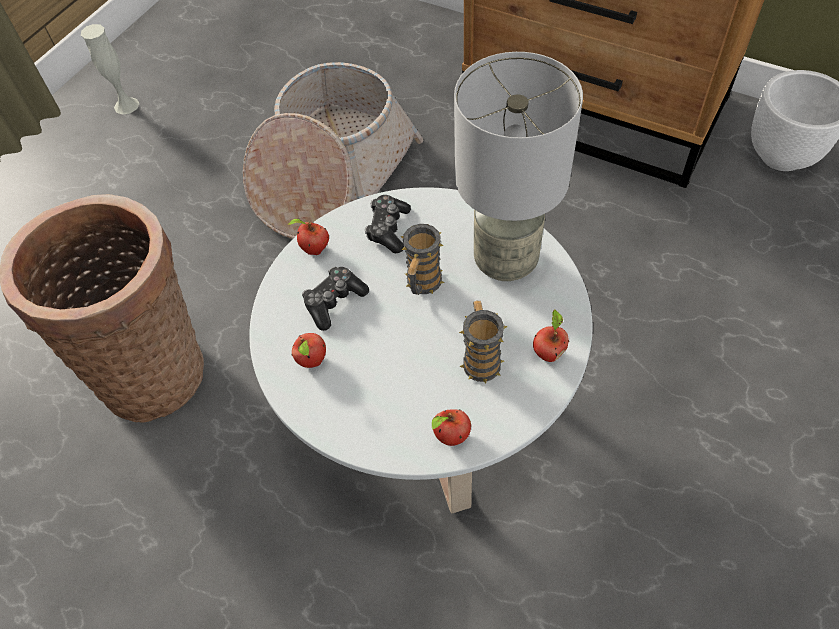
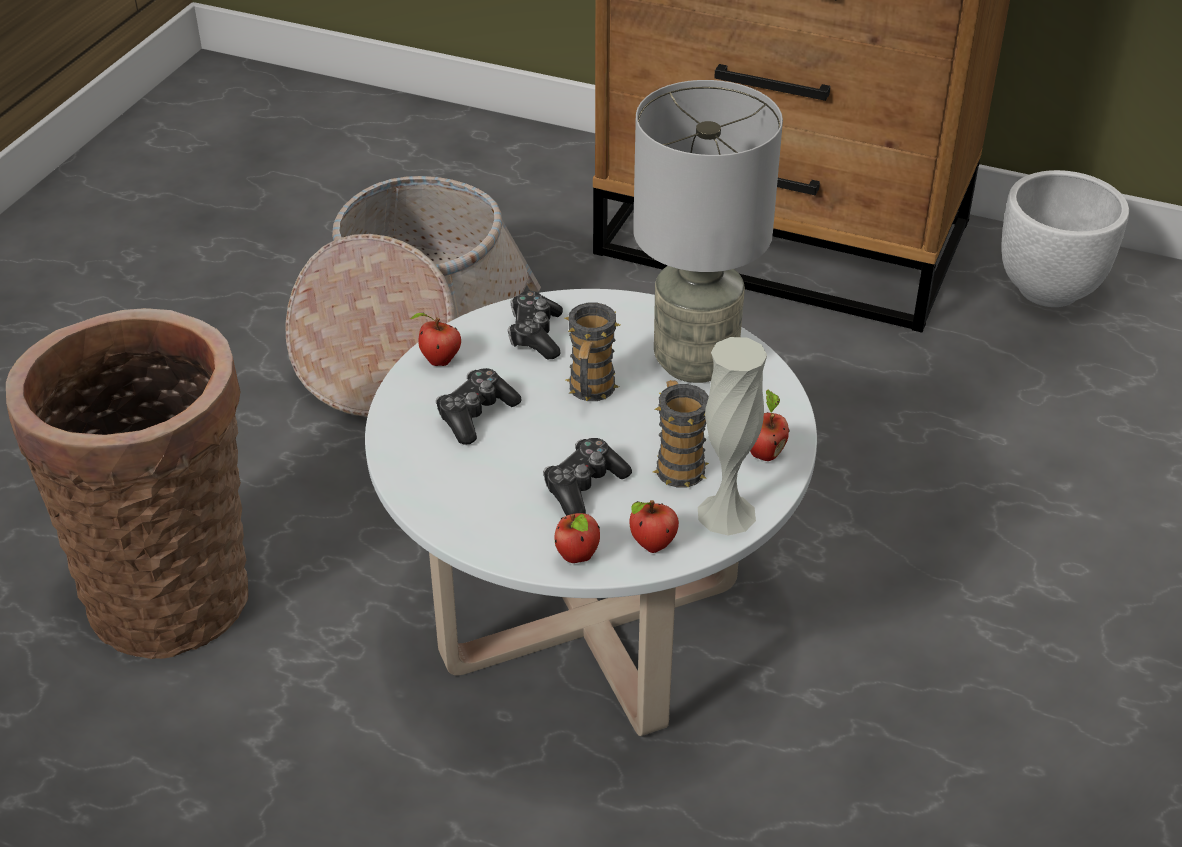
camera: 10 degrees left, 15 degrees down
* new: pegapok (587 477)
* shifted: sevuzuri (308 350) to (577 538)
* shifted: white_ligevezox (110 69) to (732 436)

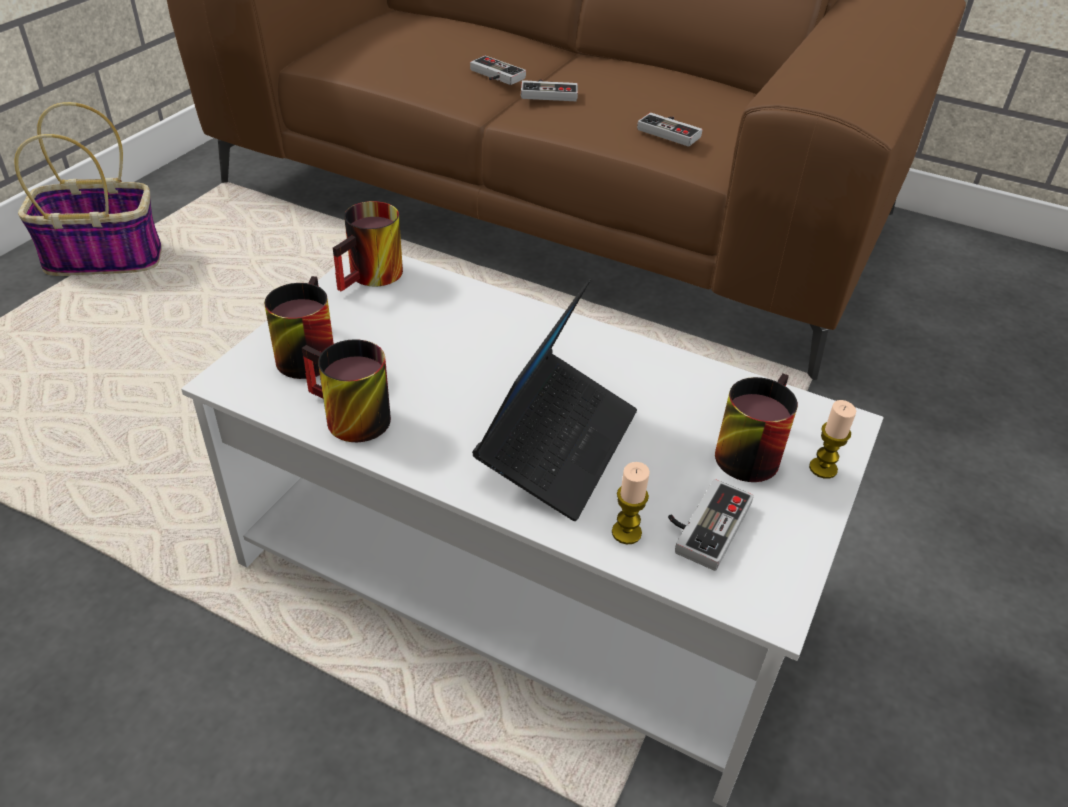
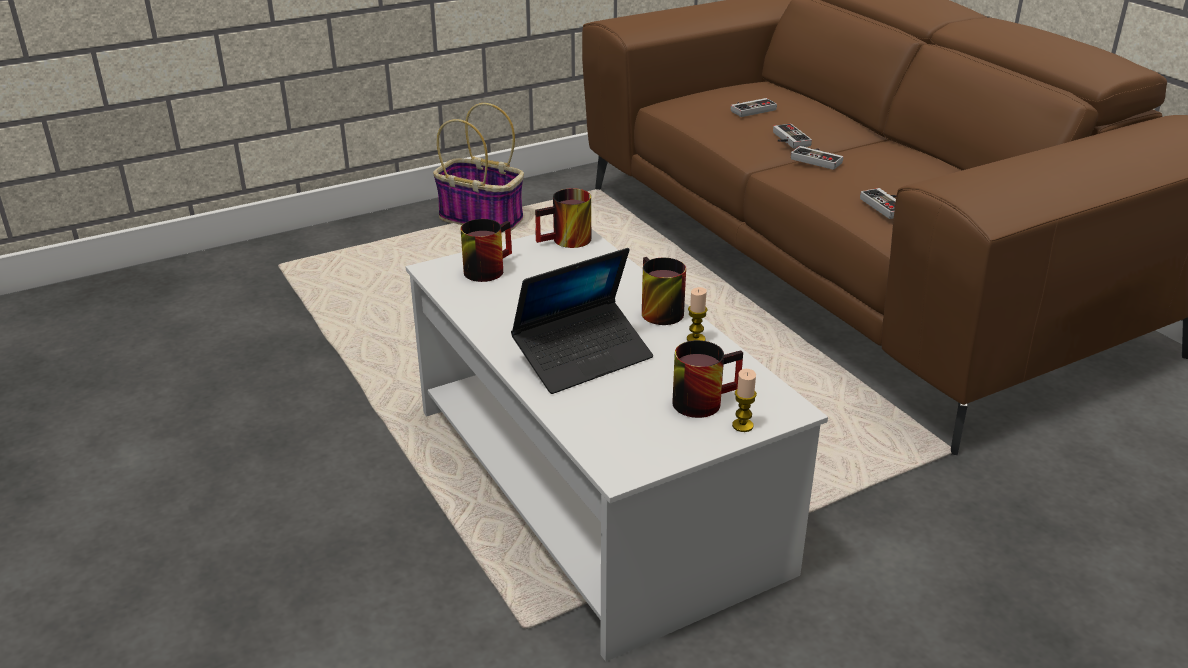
camera: 35 degrees right, 10 degrees down
* shifted: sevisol (346 390) to (664 291)
* shifted: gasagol (631 503) to (697 314)
* shifted: pegapok (711 525) to (754 107)

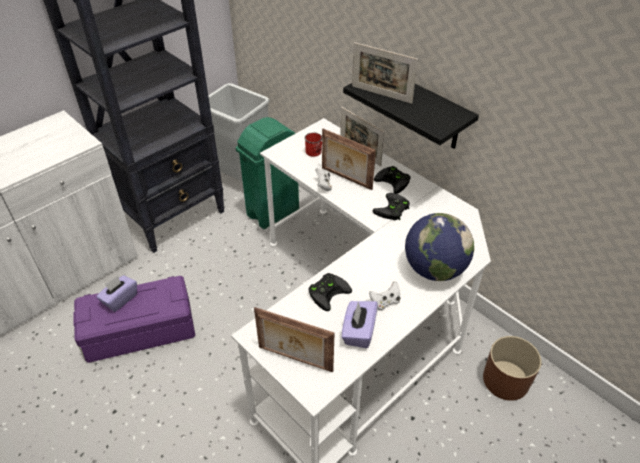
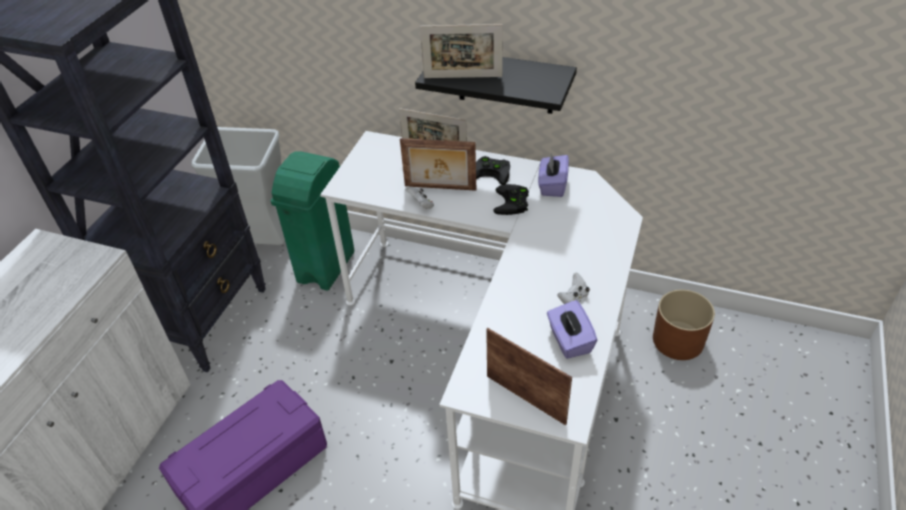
camera: 25 degrees left, 0 degrees up
* rotated: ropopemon (294 339) = (529 376) 135 degrees counterclockwise
* shifted: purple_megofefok (116 293) to (553 175)
* gone: red_sevisol (313 144)
* gone: black_pegapok (330 292)
* gone: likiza (439 247)

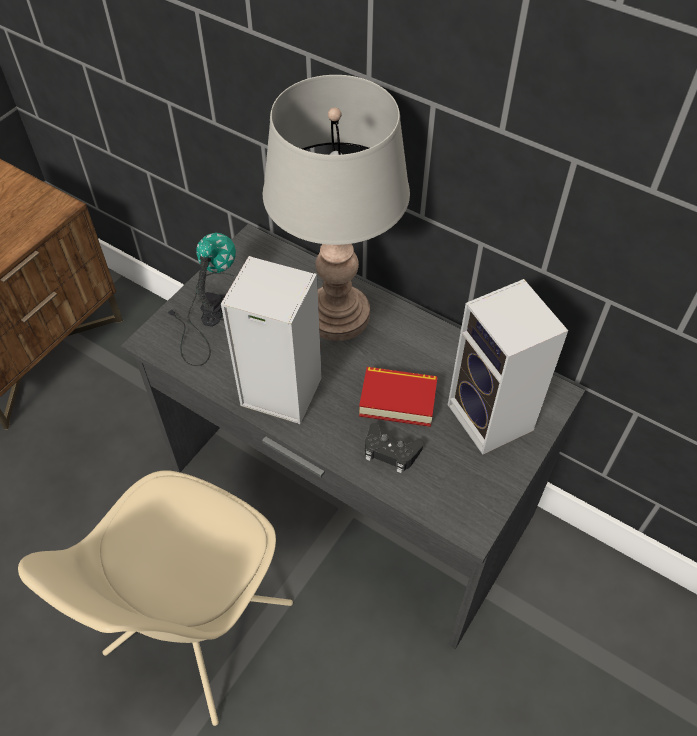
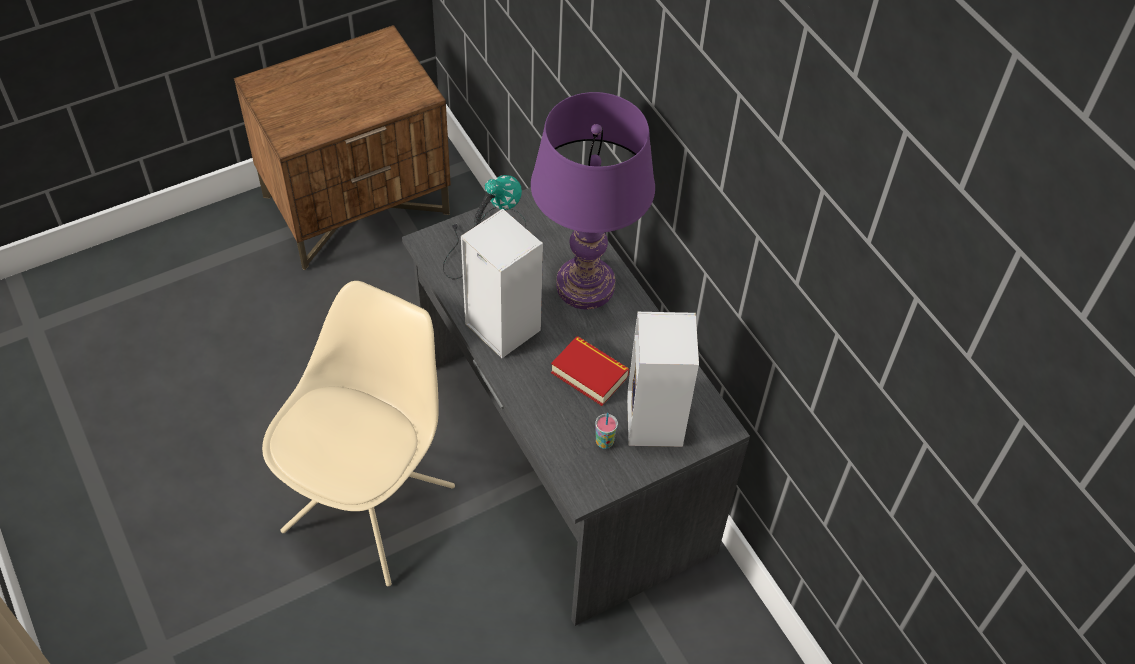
camera: 25 degrees right, 0 degrees up
* rotated: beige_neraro (155 598) = (358 433) 150 degrees clockwise
* repainted: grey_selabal (336 208) to purple_selabal (593 201)
* new: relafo (606 431)
* gone: black_pegapok (394 448)

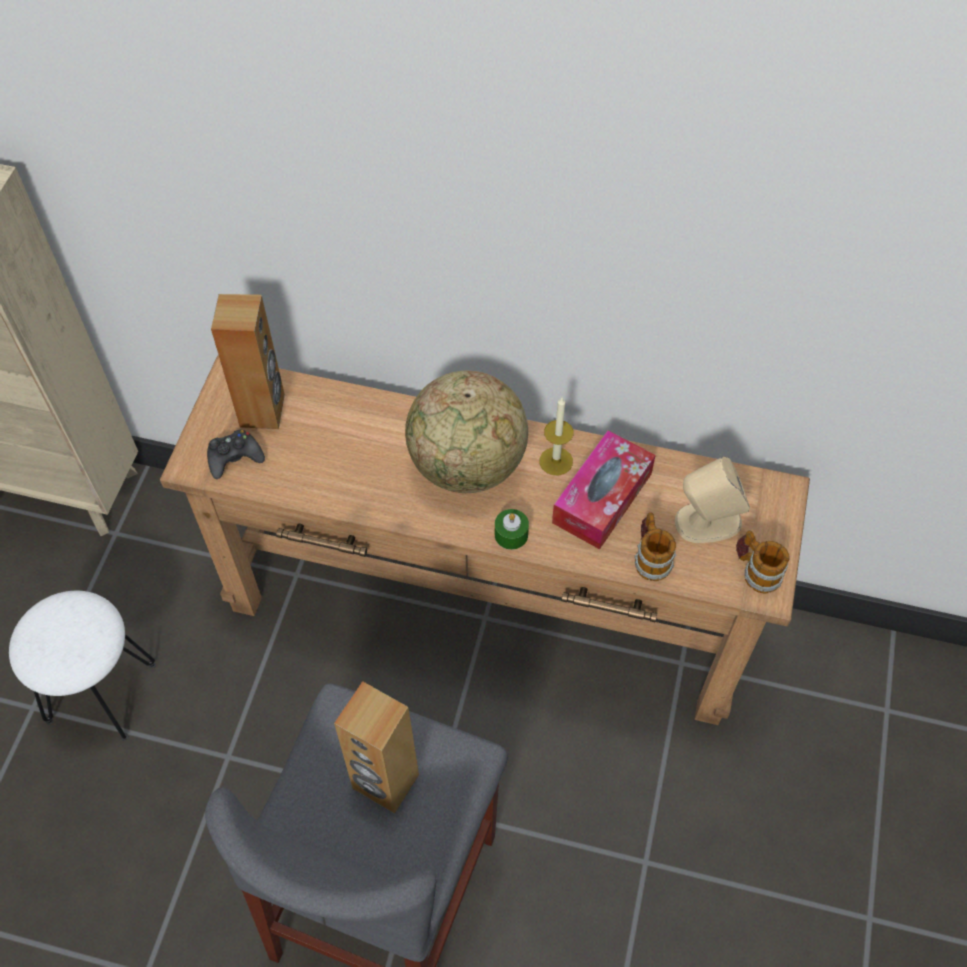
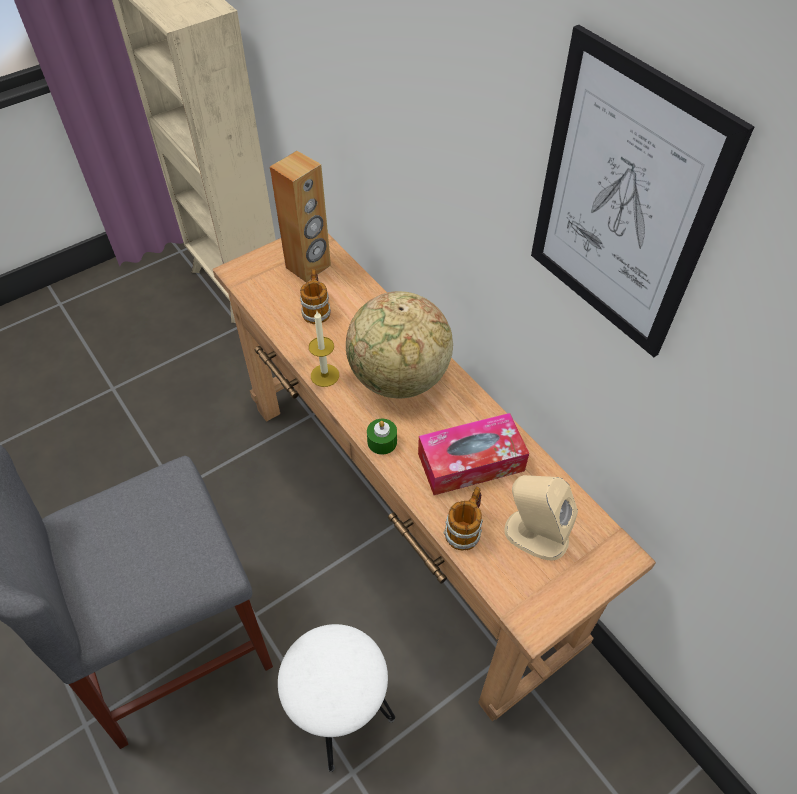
camera: 40 degrees right, 5 degrees down
* shifted: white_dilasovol (82 665) to (336 698)
* shifted: sevisol (763 562) to (315 296)
* shifted: gasagol (556 436) to (324 349)
* new: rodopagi (642 191)
* gone: black_pegapok (236 454)
* gone: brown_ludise (376 747)

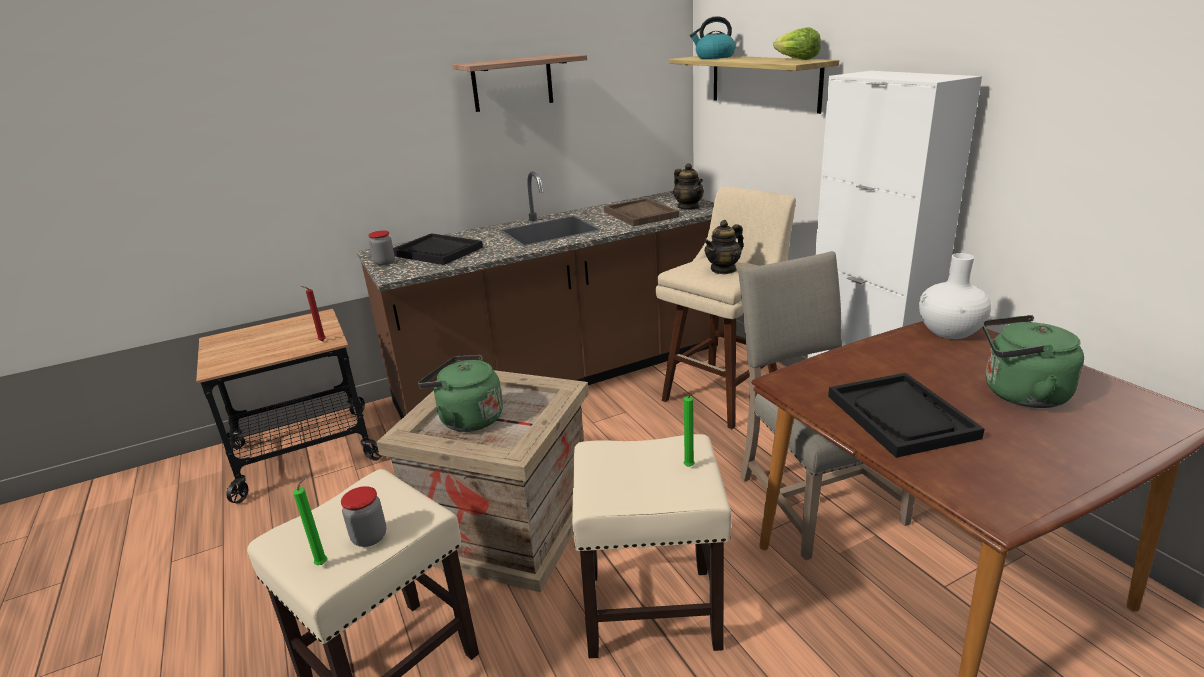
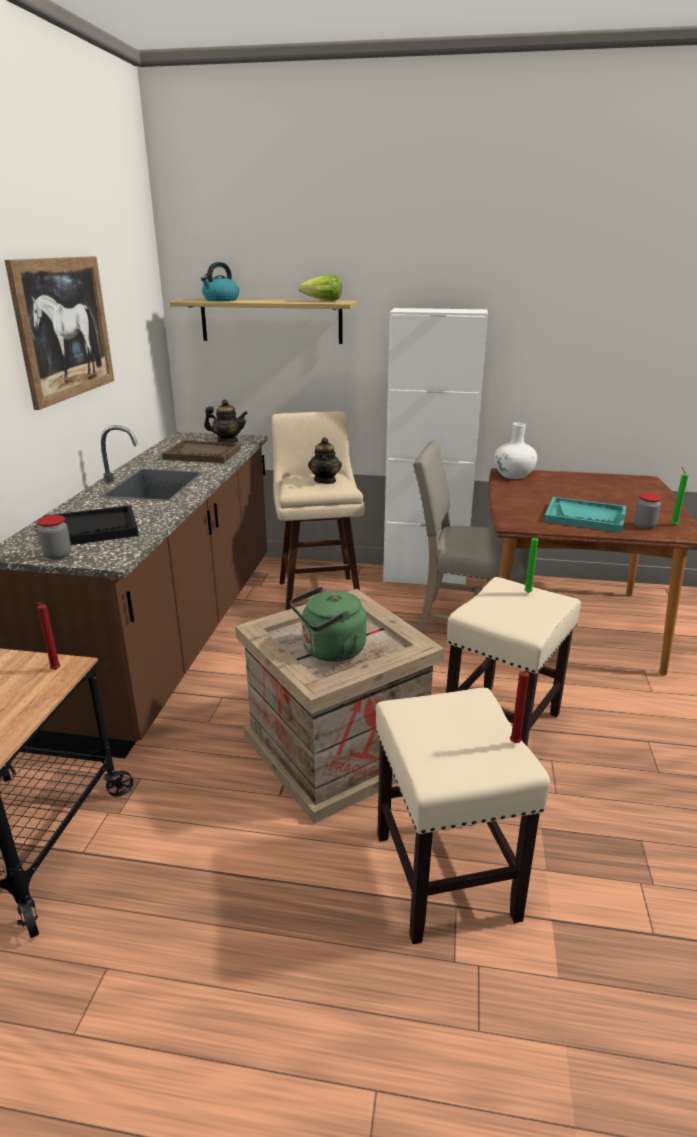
camera: 55 degrees left, 0 degrees up
* swapped: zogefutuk (519 83) to rodopagi (59 333)
* new: red_gasagol (519 706)
* repainted: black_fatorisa (906 415) to turquoise_fatorisa (585 515)
* shifted: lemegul (363 516) to (647 511)
* shifted: green_gasagol (310 520) to (680 496)
* gone: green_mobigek (1033 361)

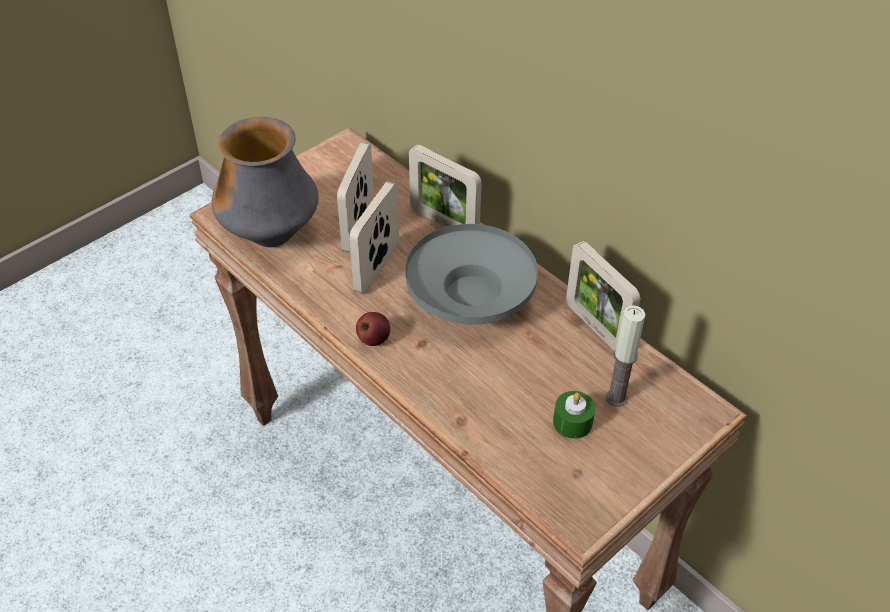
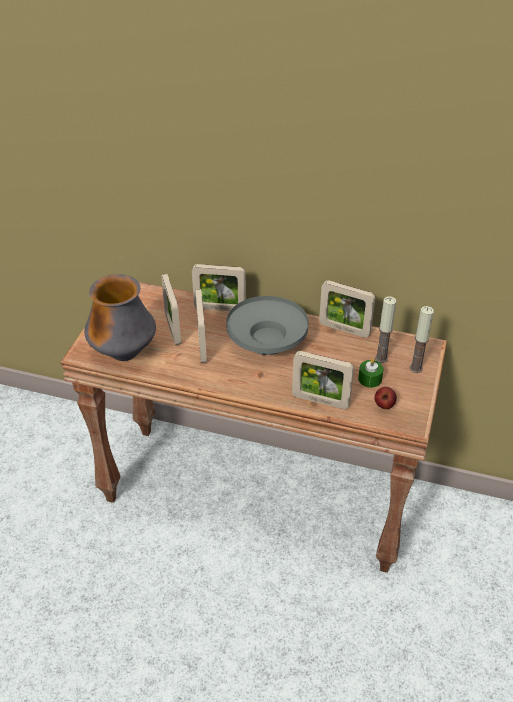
camera: 30 degrees left, 5 degrees down
* new: ropopemon (323 380)
* shifted: sevuzuri (373 329) to (385 398)
* new: gasagol (422 339)

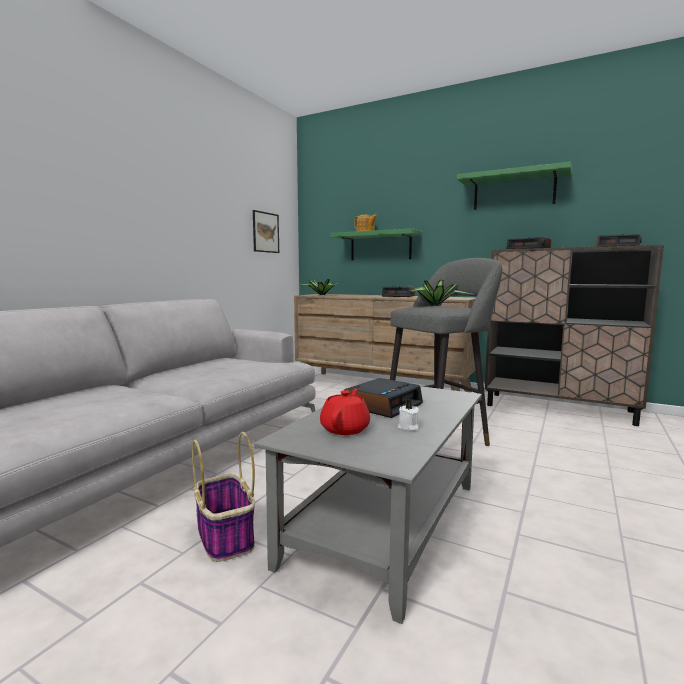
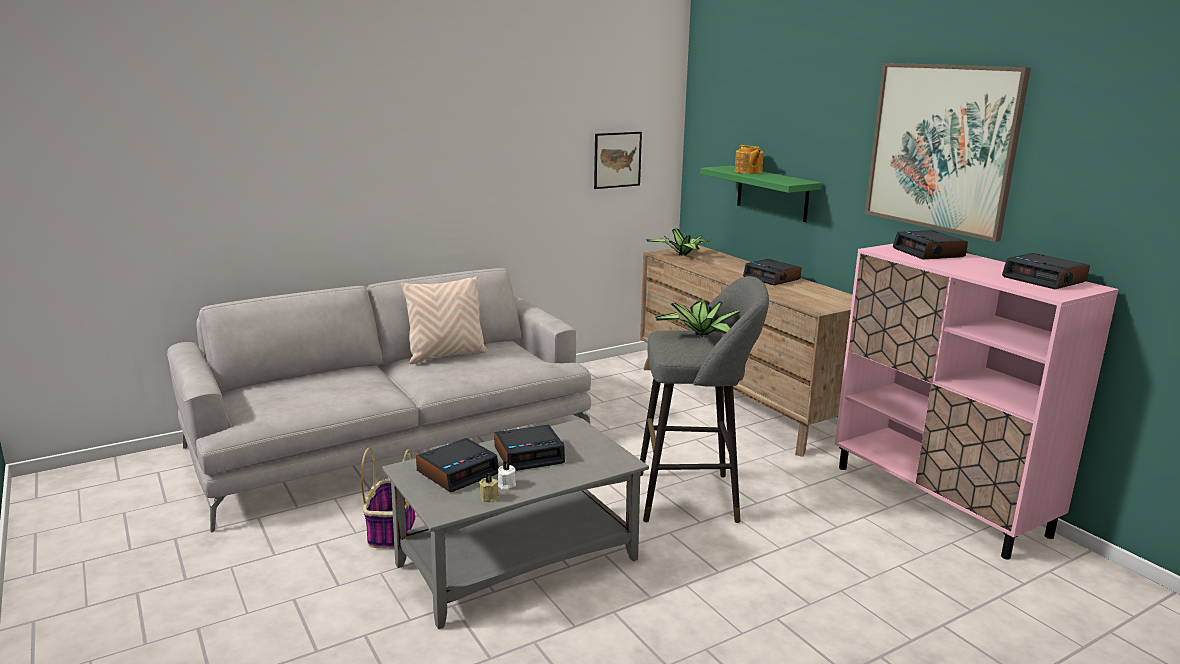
camera: 30 degrees right, 10 degrees up
* new: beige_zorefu (444 320)
* swapped: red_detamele (345 412) to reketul (457 465)
* new: beige_gasagol (489 487)
* repainted: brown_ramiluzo (574 335) to pink_ramiluzo (977 402)
* swapped: green_zogefutuk (514 186) to rodopagi (948 152)

